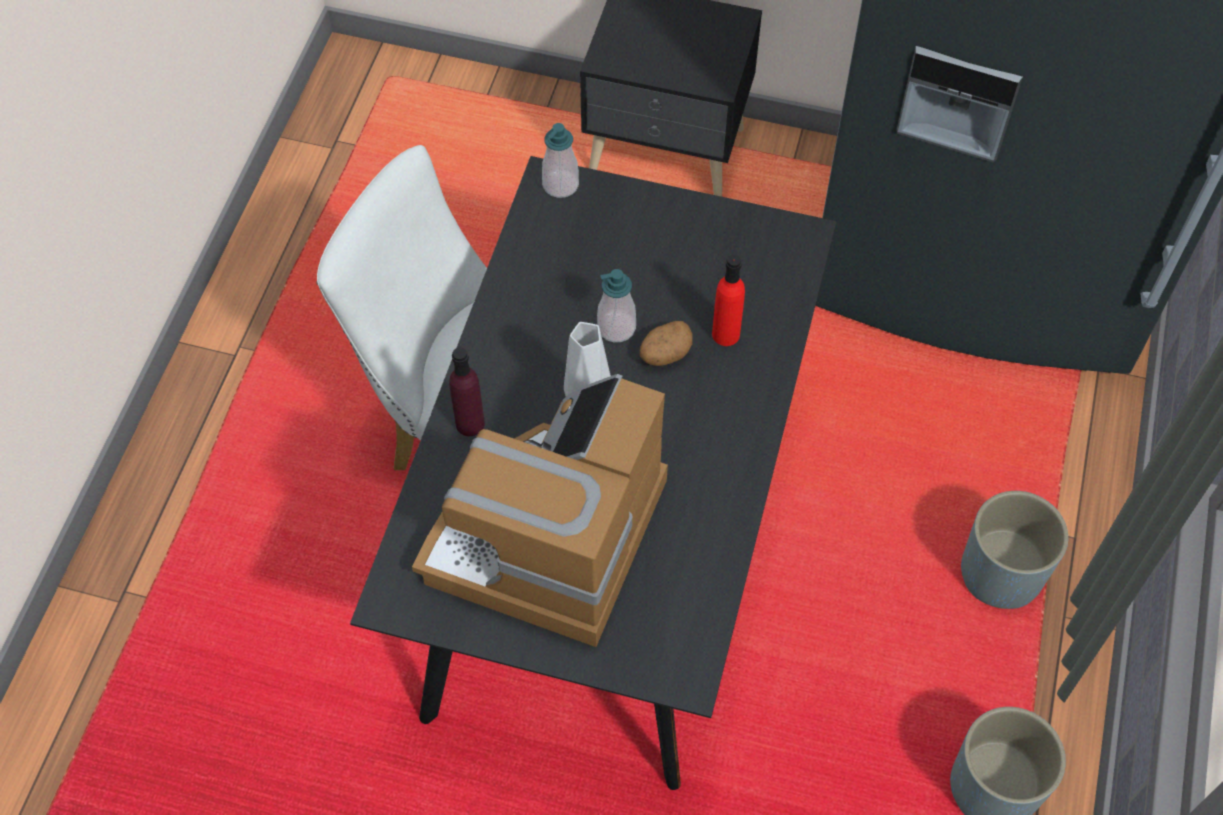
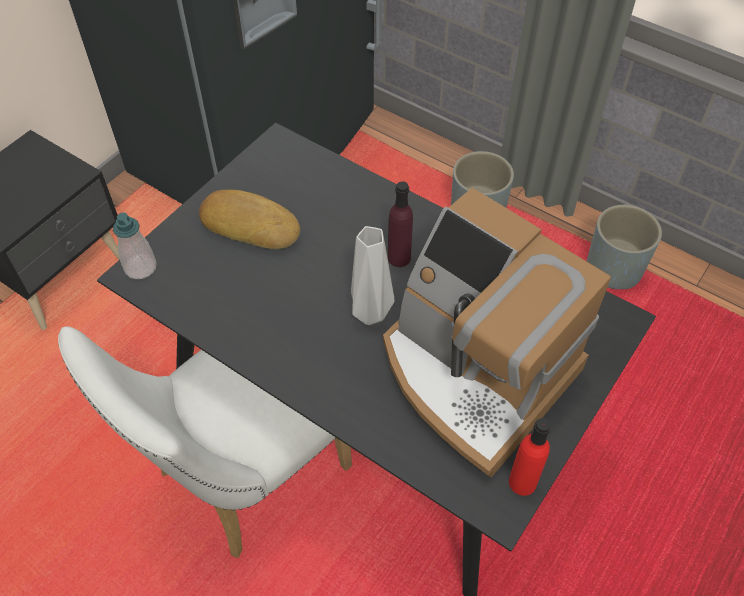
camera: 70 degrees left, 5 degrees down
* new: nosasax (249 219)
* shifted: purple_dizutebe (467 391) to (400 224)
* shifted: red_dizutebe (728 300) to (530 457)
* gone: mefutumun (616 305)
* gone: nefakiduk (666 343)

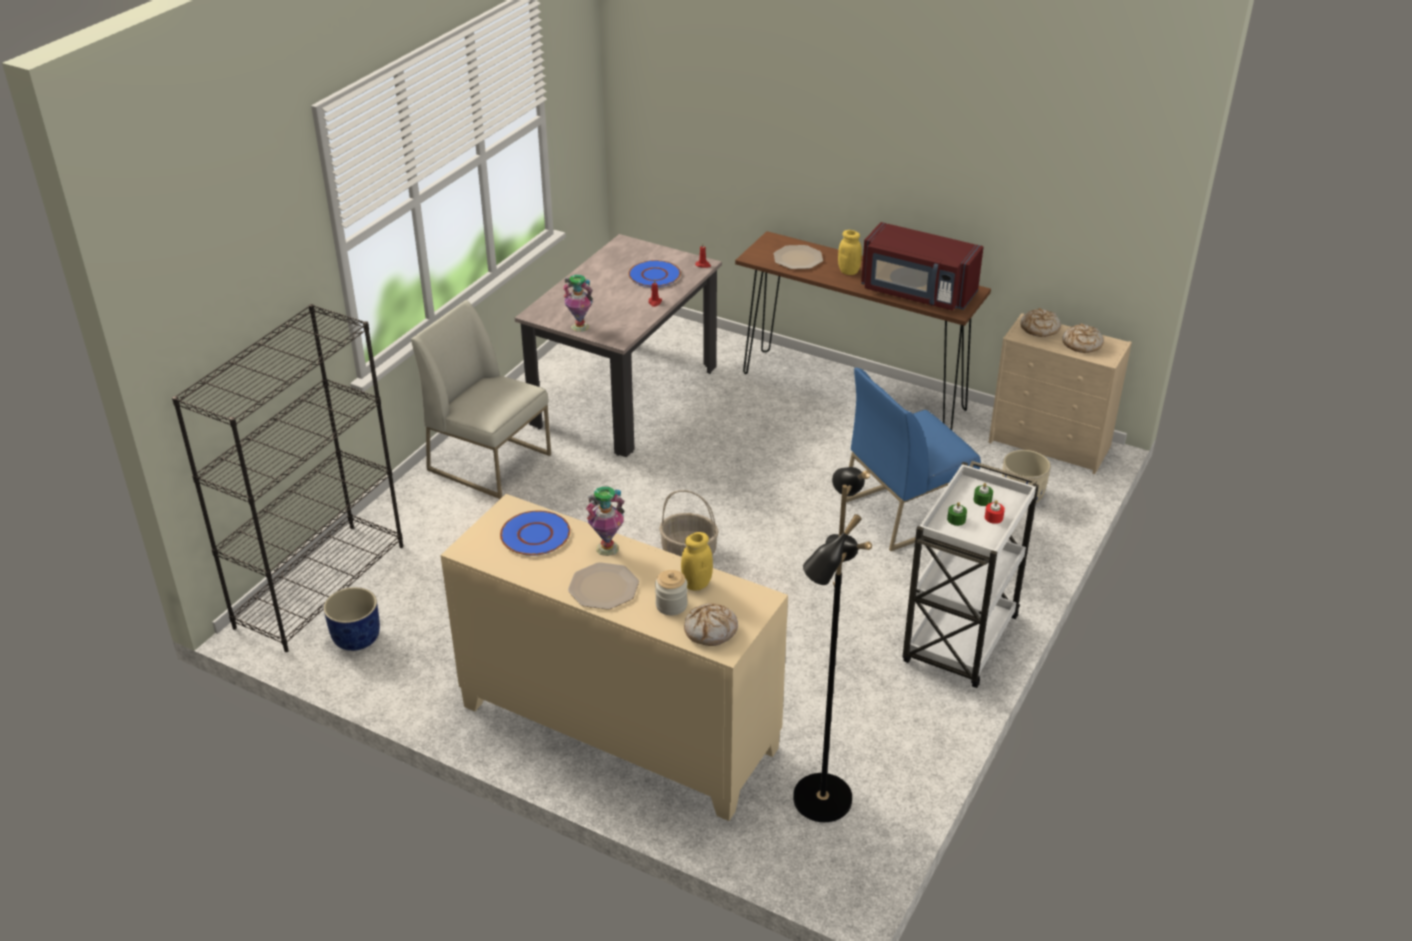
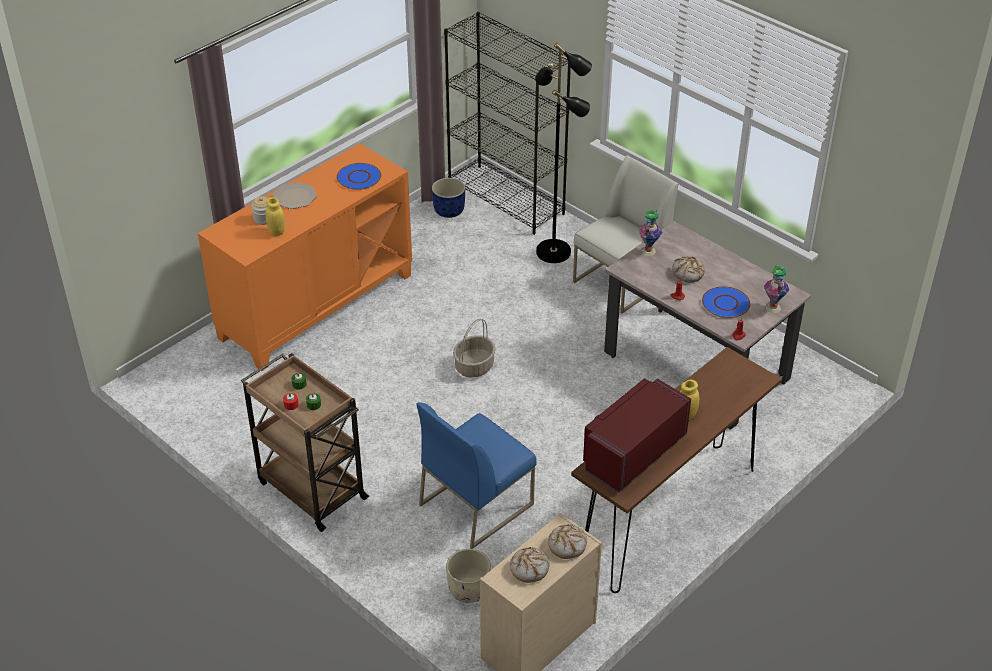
camera: 105 degrees right, 5 degrees up
* repainted: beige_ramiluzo (614 657) to orange_ramiluzo (305 257)
* repainted: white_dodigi (970 574) to brown_dodigi (305 442)
* rotated: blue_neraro (913 459) = (476 475) 120 degrees counterclockwise
* shifted: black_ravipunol (832 644) to (563 153)
* shifted: nosasax (711 624) to (688 269)
* shifted: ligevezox (605 521) to (776 289)
* gone: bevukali (798 257)

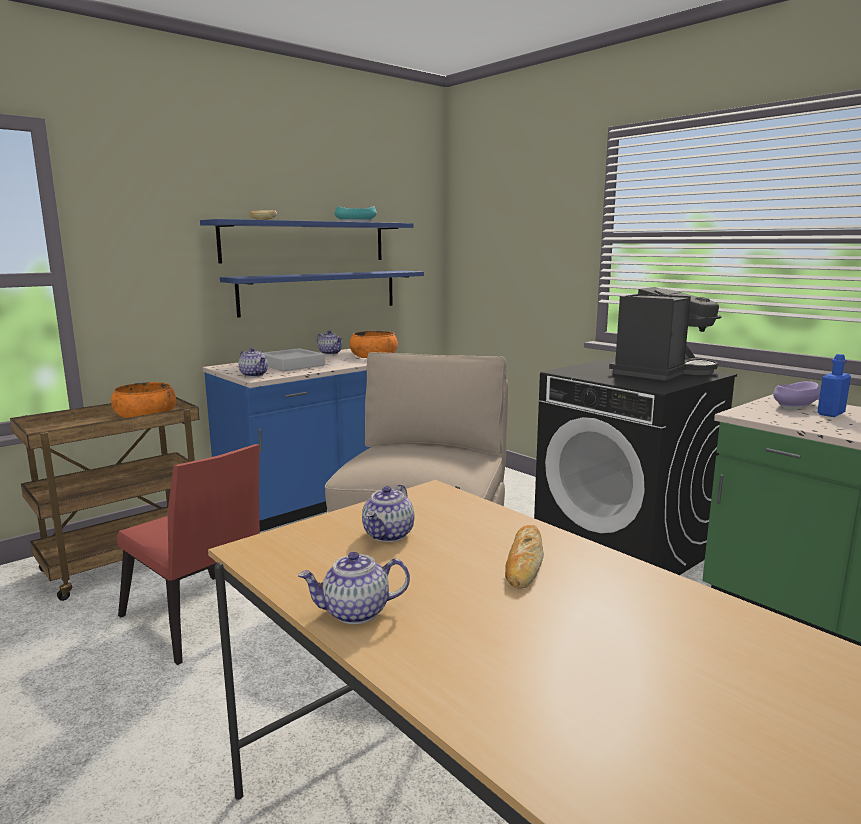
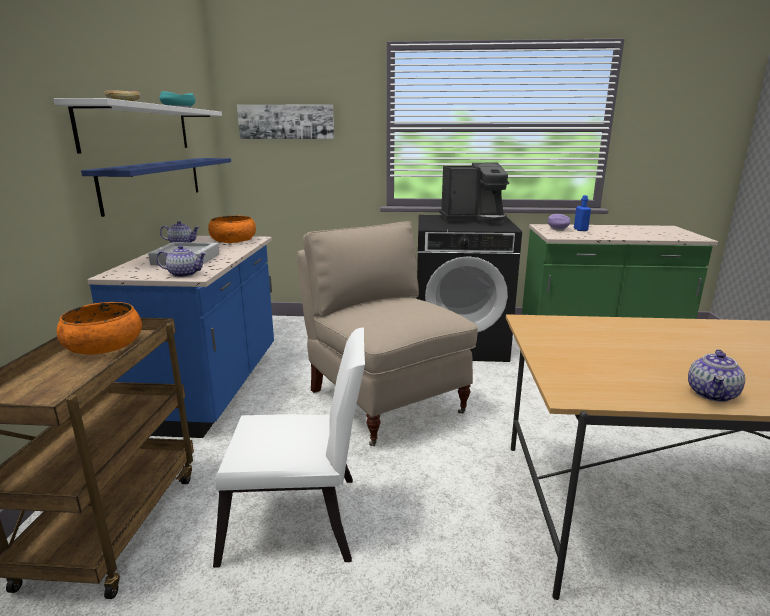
camera: 45 degrees left, 5 degrees up
* repainted: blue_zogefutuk (306 241) to white_zogefutuk (138 126)
* repainted: red_neraro (188 554) to white_neraro (289 448)
* new: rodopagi (285 121)
* rotated: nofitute (665 334) = (474 193) 90 degrees clockwise
* gone: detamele (388 513)
* gone: nosasax (524 556)

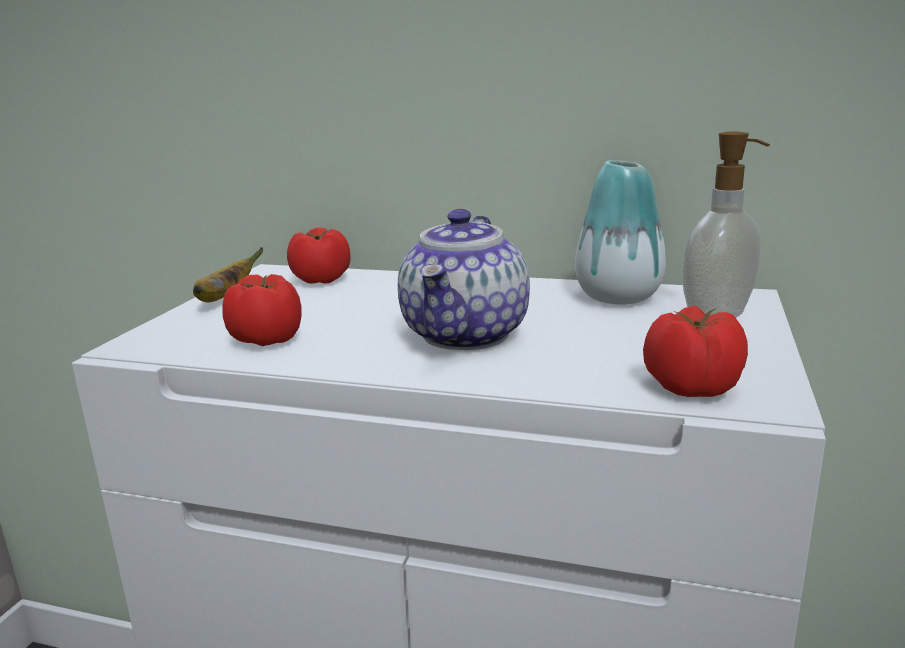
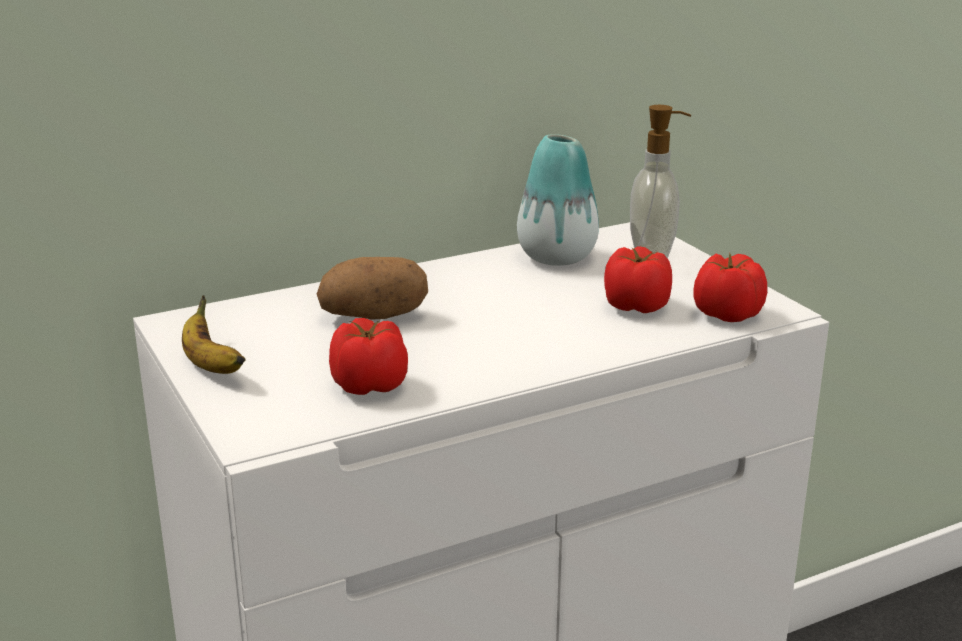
camera: 45 degrees left, 5 degrees up
* new: nefakiduk (372 288)
* shifted: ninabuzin (318 255) to (638 279)
* gone: detamele (464 279)

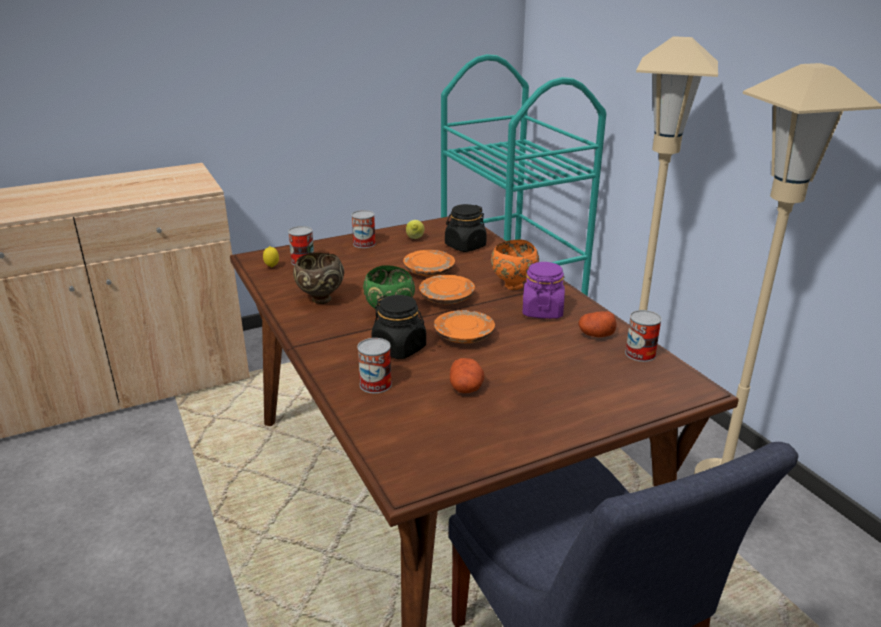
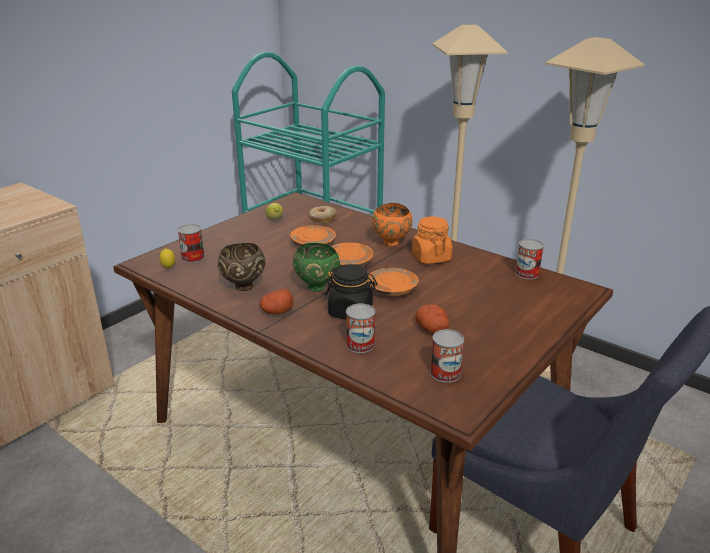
camera: 25 degrees left, 0 degrees up
* shifted: nefakiduk (597 324) to (276 301)
* swapped: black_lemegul (466 228) to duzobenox (323 214)
* repainted: purple_lemegul (543 290) to orange_lemegul (432 240)
* shifted: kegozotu (363 229) to (447 356)

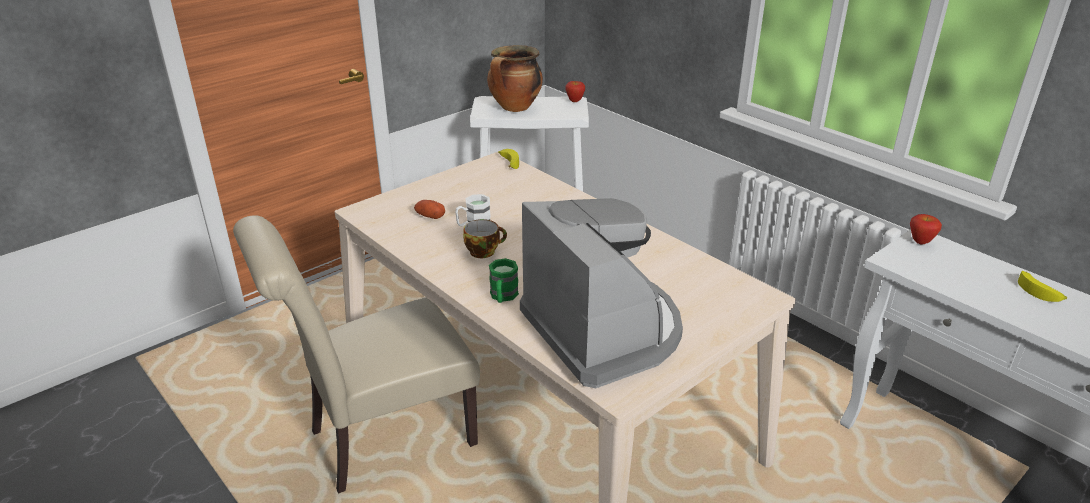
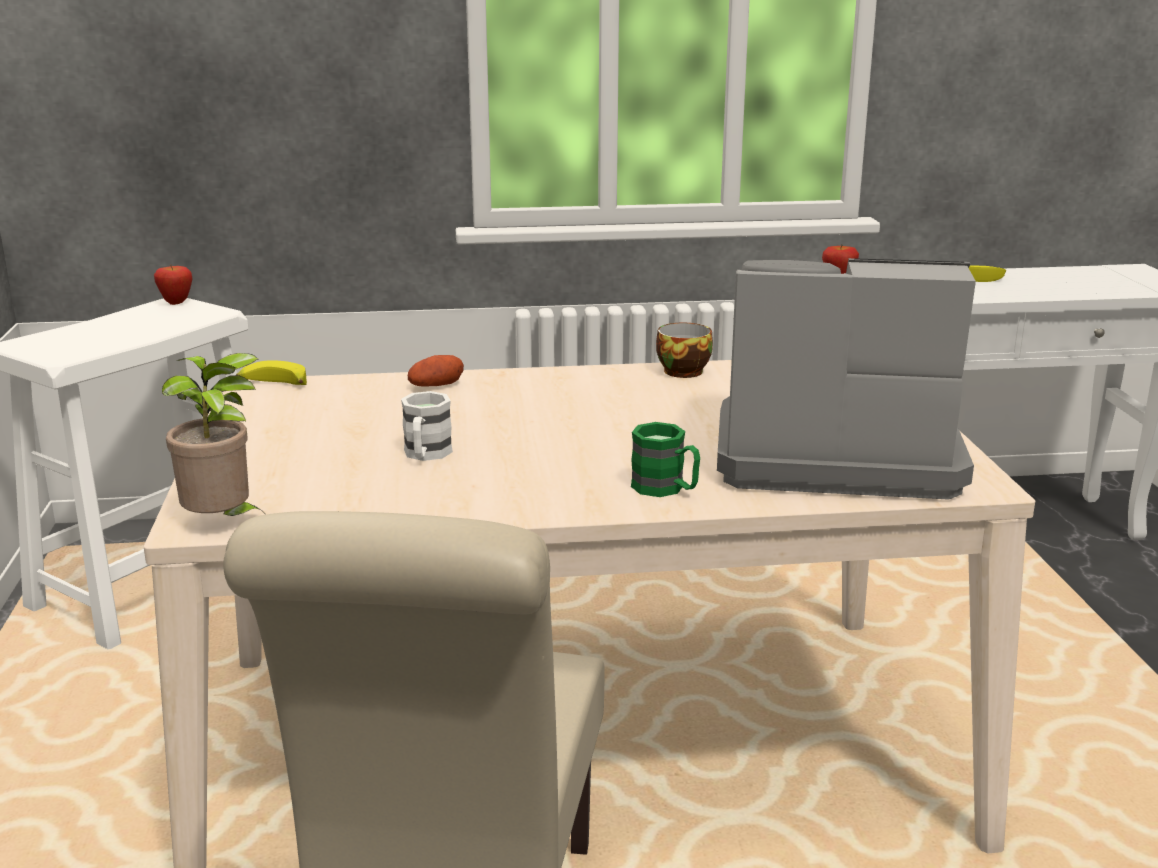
camera: 55 degrees left, 10 degrees down
* new: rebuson (212 434)
* shifted: nefakiduk (429 209) to (436 370)
* shifted: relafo (485 238) to (684 350)
* gone: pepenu (515 78)

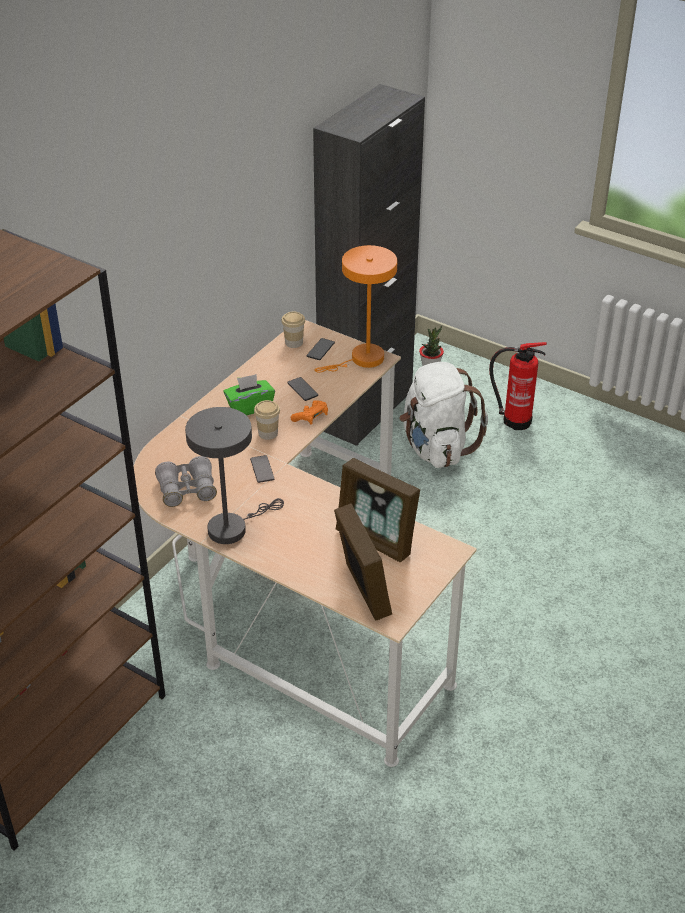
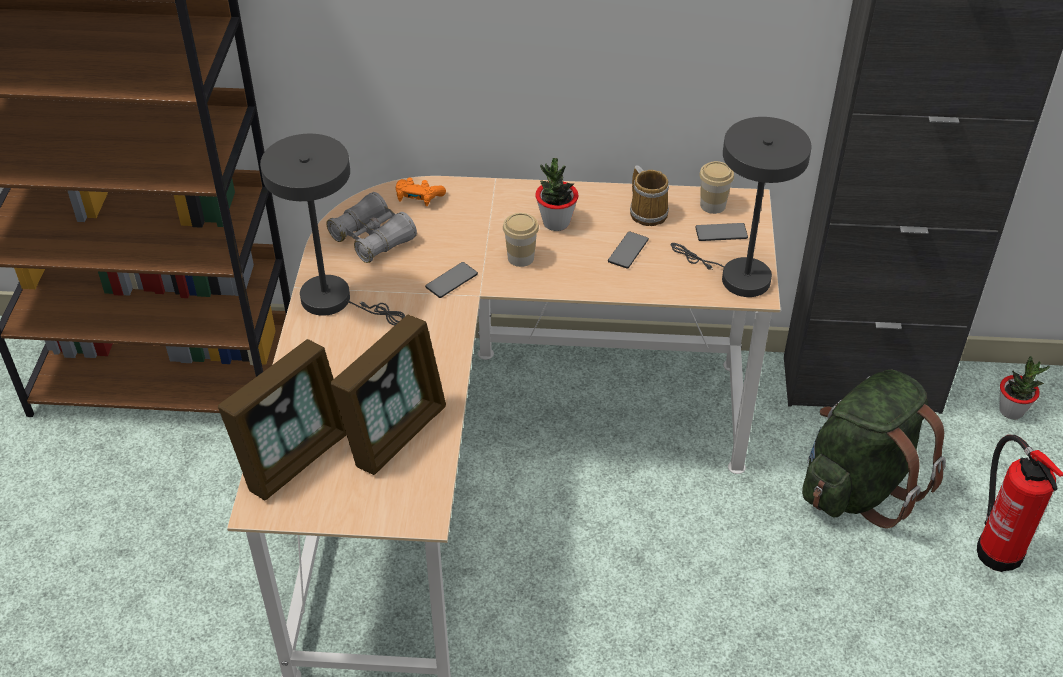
camera: 60 degrees right, 5 degrees up
* rotated: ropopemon (378 510) = (388 395) 150 degrees counterclockwise
* shifted: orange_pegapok (309 412) to (421 192)
* swapped: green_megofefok (249 395) to rebuson (556 194)
* new: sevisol (649 195)
* repainted: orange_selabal (355 309) to grey_selabal (741 207)
* repainted: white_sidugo (444 415) to green_sidugo (874 448)

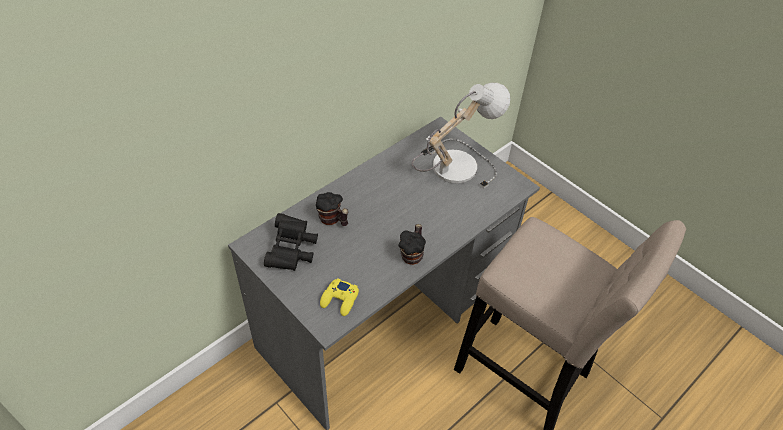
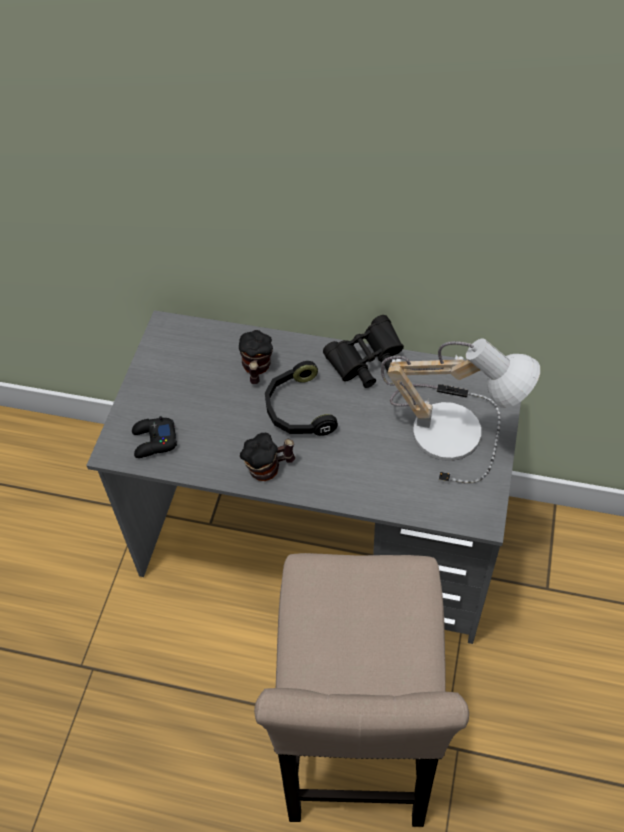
camera: 60 degrees right, 5 degrees up
* repainted: yellow_pegapok (339 297) to black_pegapok (154 437)
* new: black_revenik (301 398)
* shifted: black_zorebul (291 242) to (363 351)

